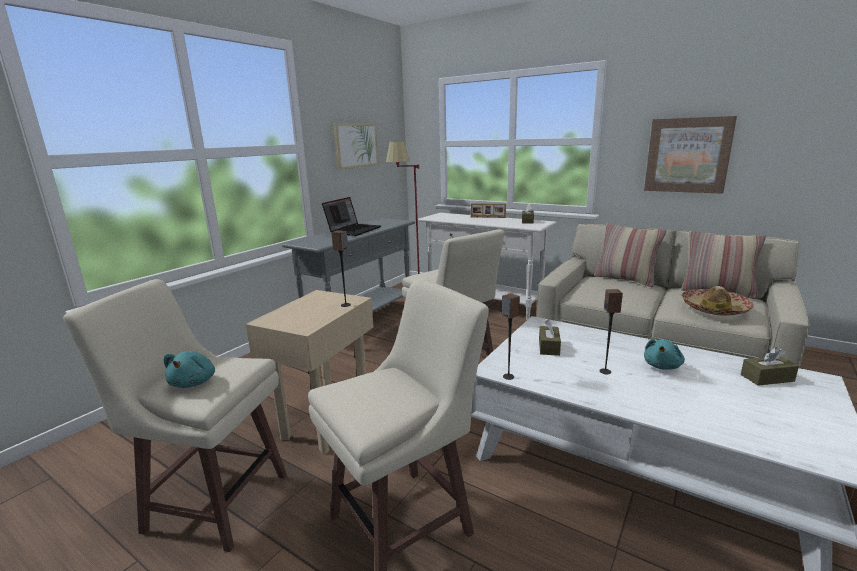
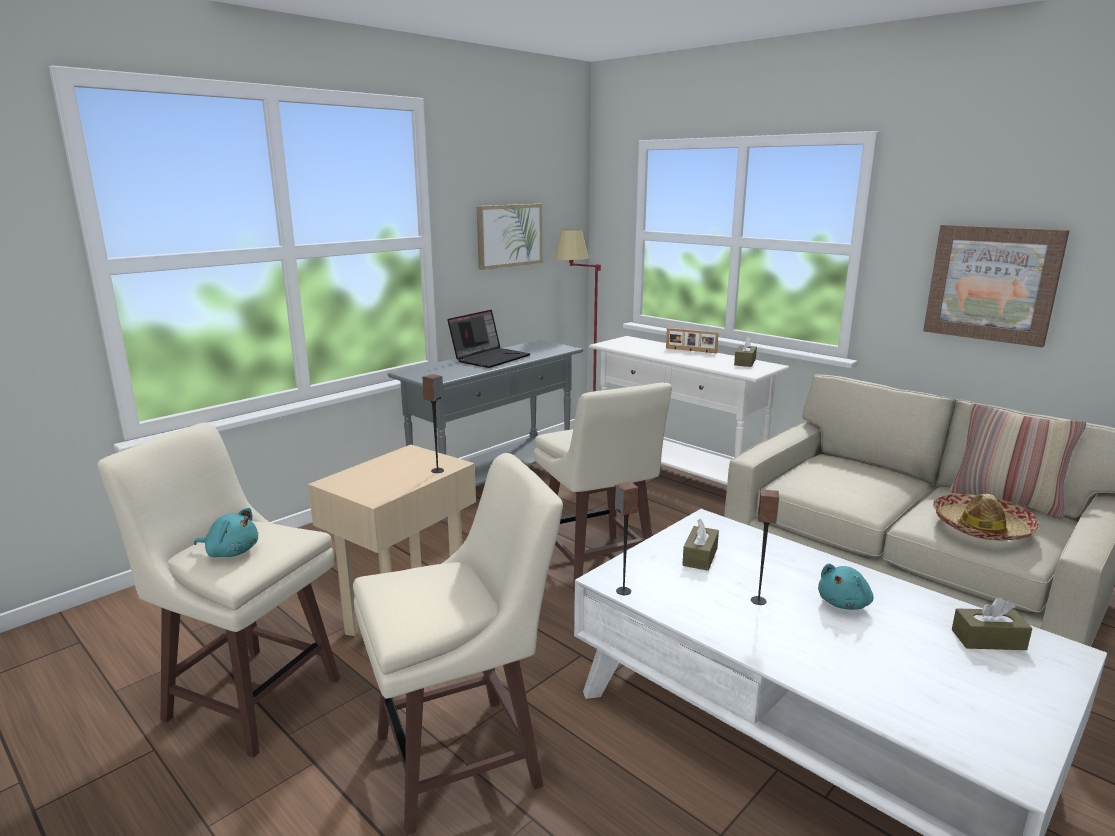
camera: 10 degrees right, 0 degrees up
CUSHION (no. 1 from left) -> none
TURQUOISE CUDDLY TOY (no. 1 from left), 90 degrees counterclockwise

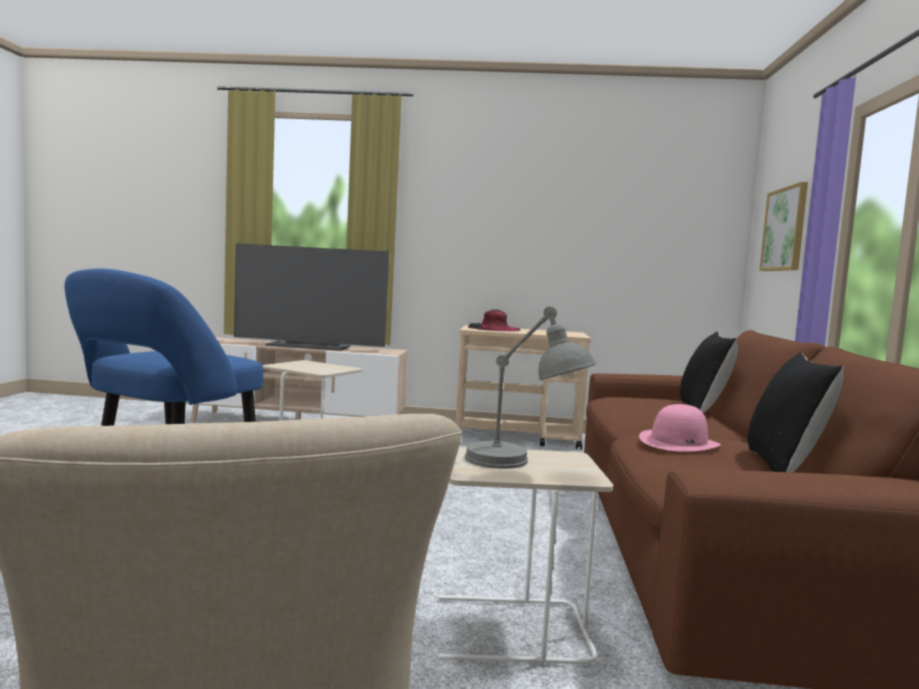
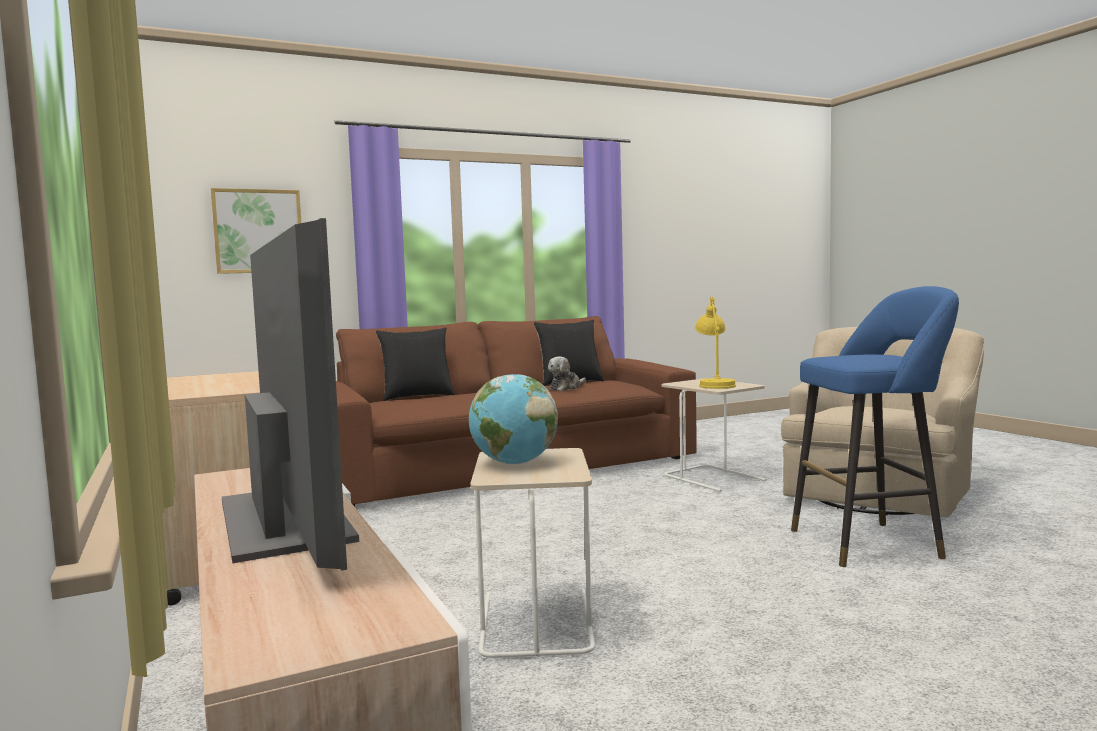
camera: 120 degrees left, 0 degrees up
BLACKISH WEARABLE HAT -> none
none -> GLOBE
PINK-COLOURED WEARABLE HAT -> CUDDLY TOY
GREY TABLE LAMP -> YELLOW-COLOURED TABLE LAMP

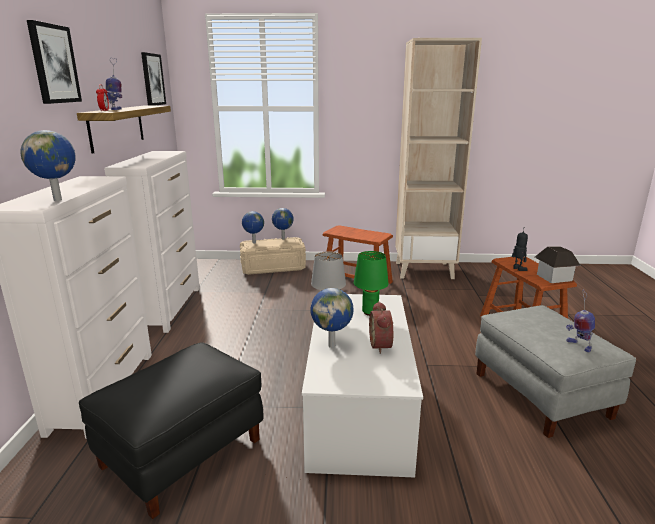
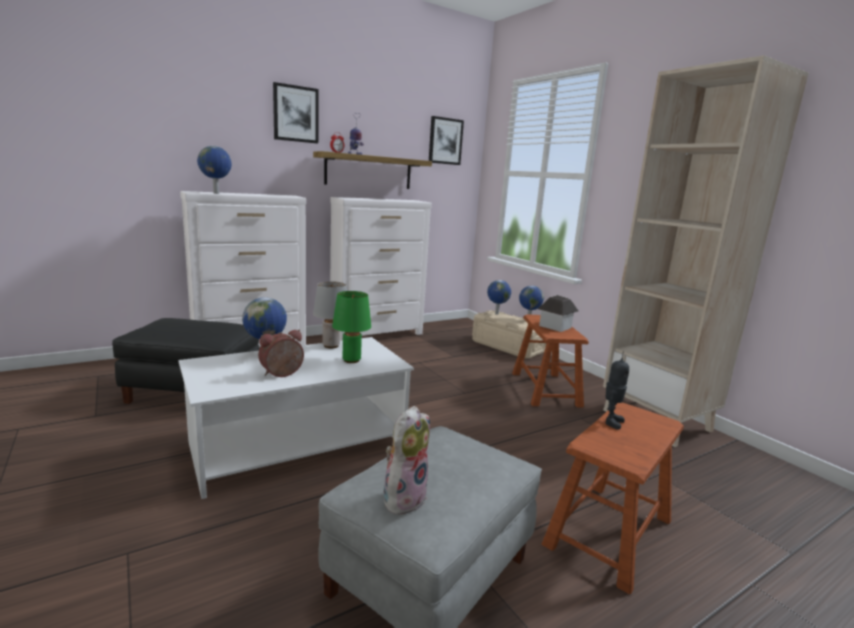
camera: 55 degrees right, 5 degrees down
MINIATURE HOUSE, relocated
MODEL ROBOT (no. 3 from left) -> CUDDLY TOY

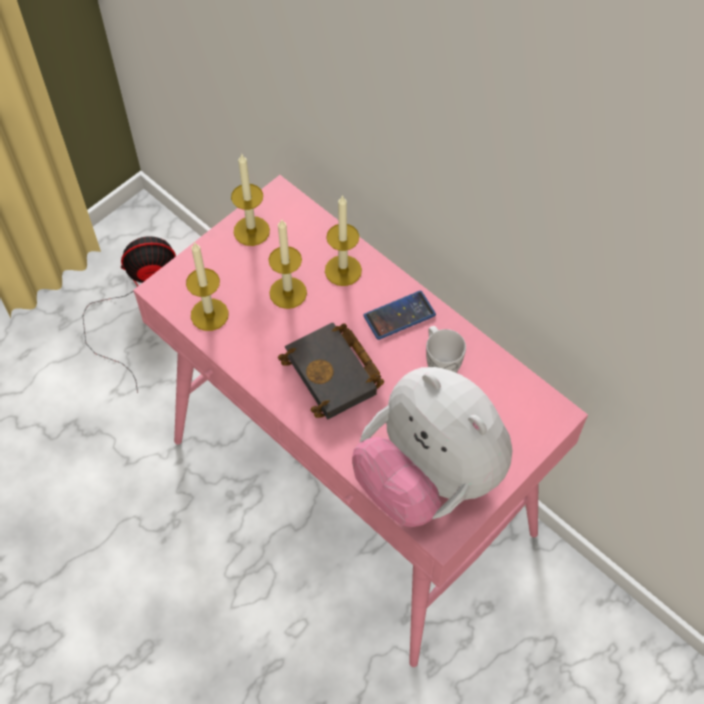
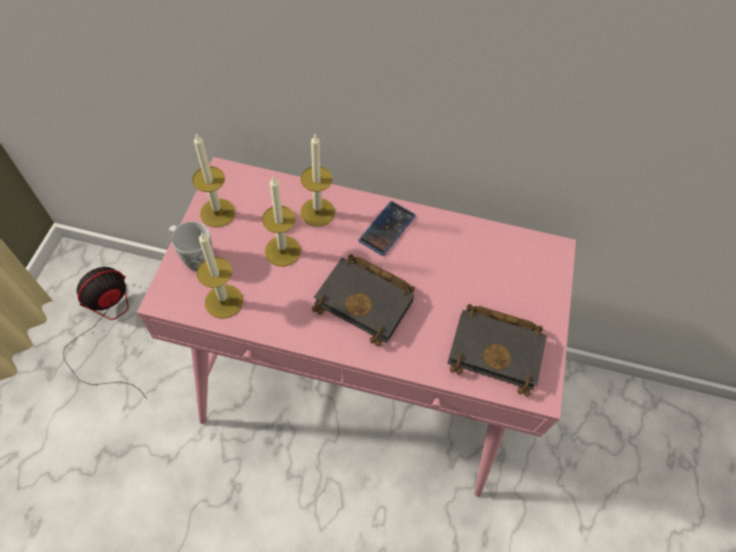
camera: 35 degrees left, 0 degrees up
WHITE-COLOURED MUG, relocated
CUDDLY TOY -> BLACKISH VOLUME (no. 2 from left)

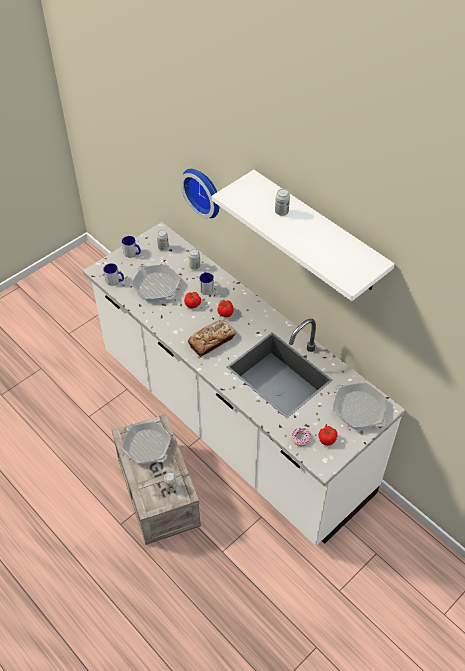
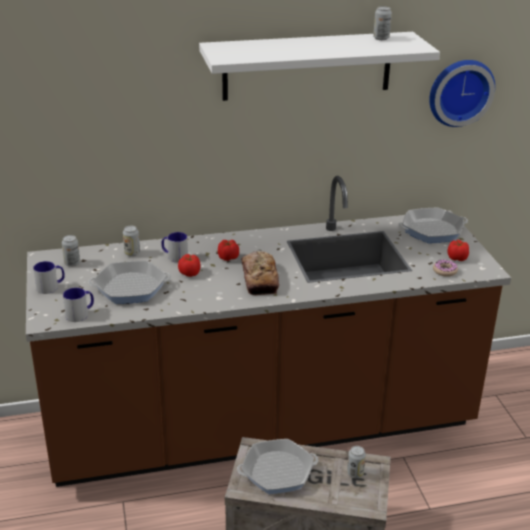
camera: 60 degrees left, 20 degrees down
WALL CLOCK, relocated
METAL CAN (no. 4 from left), relocated
WHITE-COLOURED COUNTER -> BROWN COUNTER

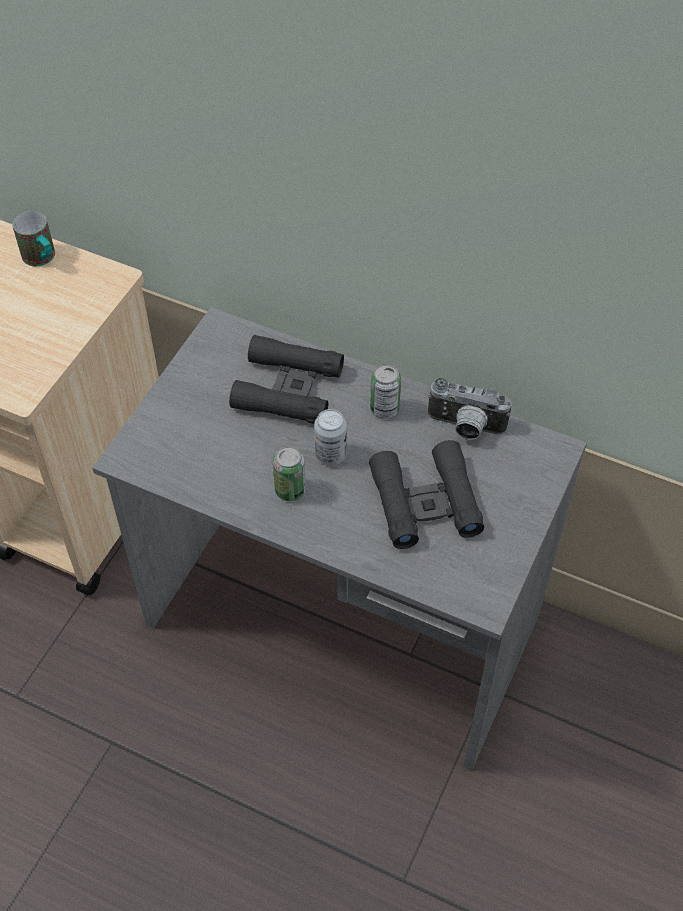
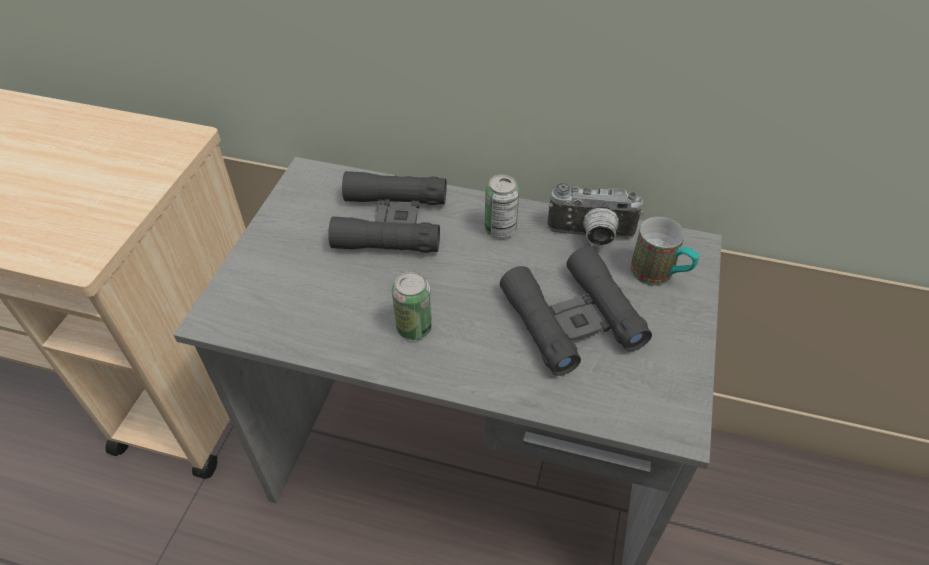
camera: 10 degrees left, 5 degrees down
METAL CAN (no. 2 from left) -> none
MUG, relocated

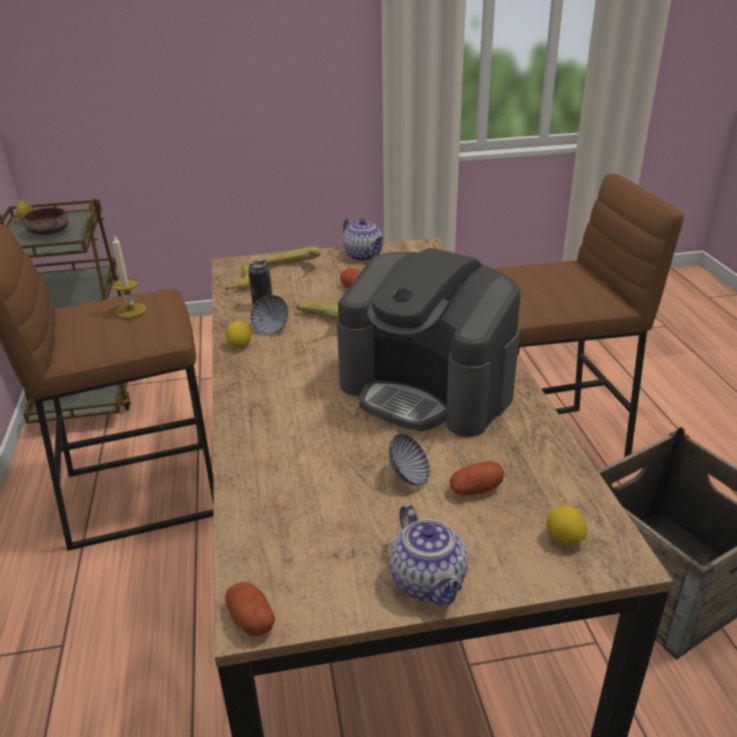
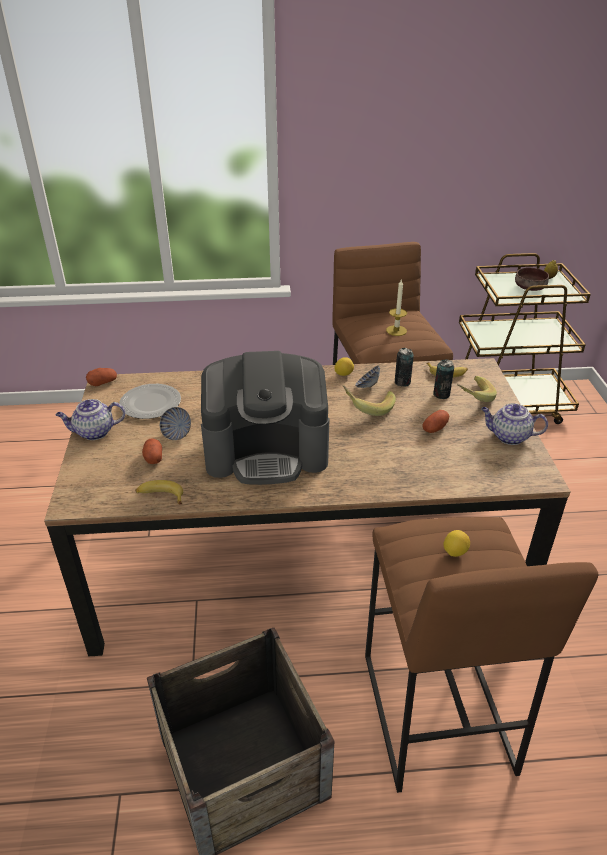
camera: 95 degrees right, 5 degrees up
none -> FLAT DISH
none -> BANANA FRUIT (no. 1 from left)
none -> METAL CAN (no. 2 from left)
WHOLE LEMON (no. 3 from left in the first image) -> WHOLE LEMON (no. 2 from left), relocated
COFFEE BREWER, 135 degrees counterclockwise
POT FOR TEA (no. 1 from left in the first image) -> POT FOR TEA (no. 2 from left), 45 degrees clockwise

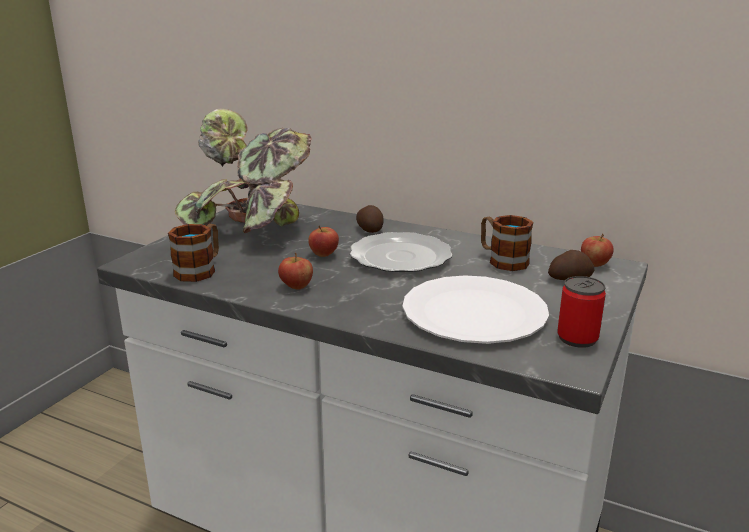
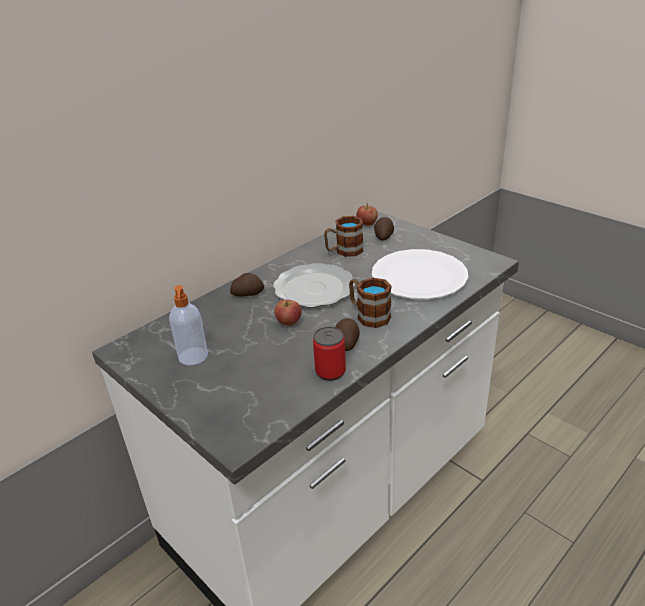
camera: 70 degrees left, 10 degrees up
MUG (no. 1 from left in the first image) -> MUG (no. 2 from left), relocated
METAL CAN, relocated
PLANT IN A POT -> LIQUID SOAP BOTTLE
WHOLE APPLE (no. 1 from left) -> WHOLE POTATO (no. 2 from left)

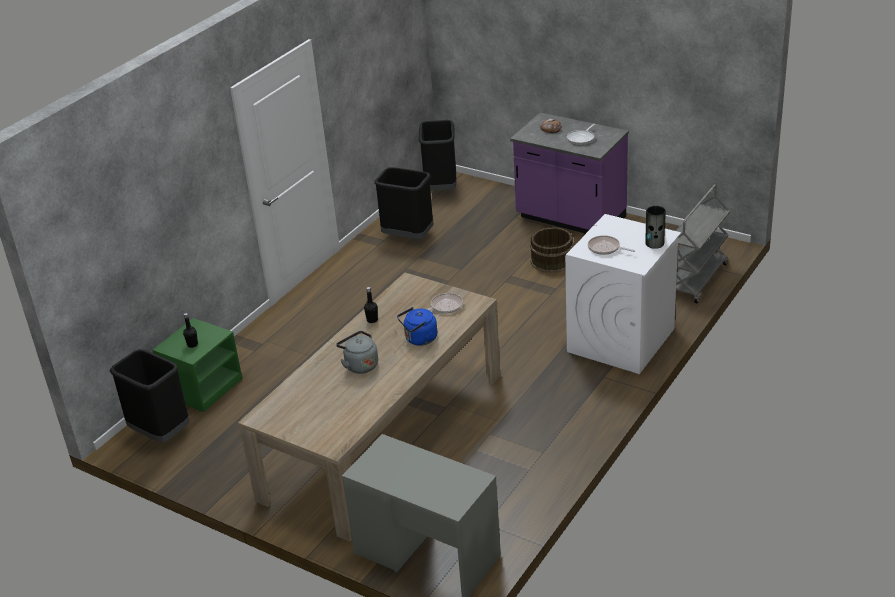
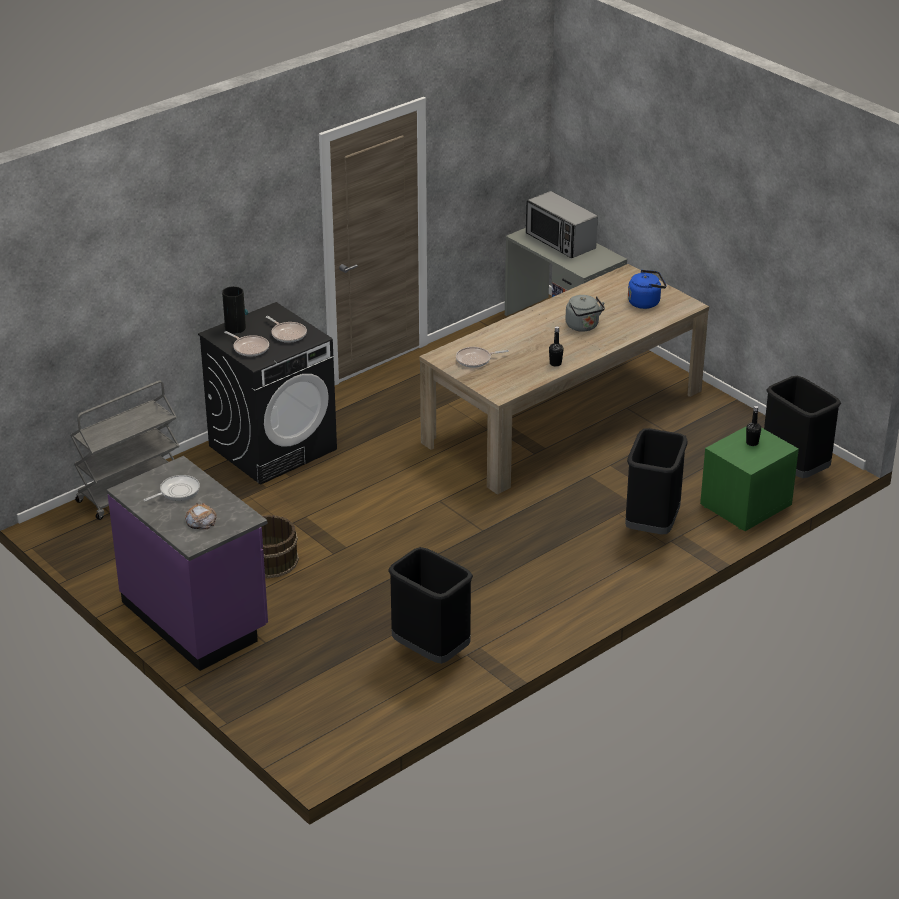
camera: 165 degrees left, 0 degrees up
none -> PAN (no. 2 from left)
none -> MICROWAVE OVEN
BLUE-COLOURED WATER KETTLE, relocated
BLACKISH TRASH CAN (no. 3 from left in the first image) -> BLACKISH TRASH CAN (no. 2 from left), relocated
WHITE-COLOURED LAUNDRY APPLIANCE -> BLACKISH LAUNDRY APPLIANCE

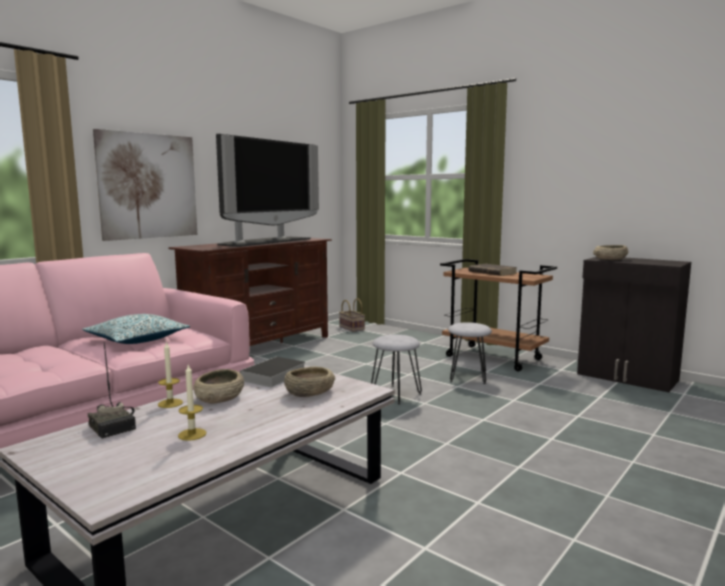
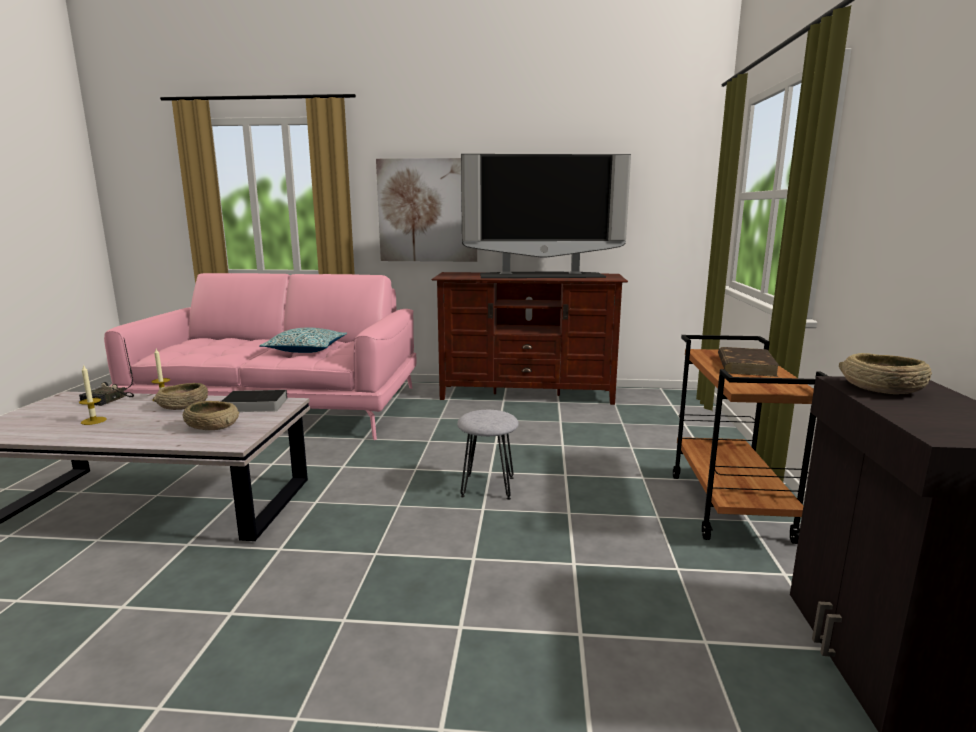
camera: 55 degrees right, 5 degrees up
HOUSEHOLD BASKET -> none
GREY SITTING STOOL (no. 2 from left) -> none

